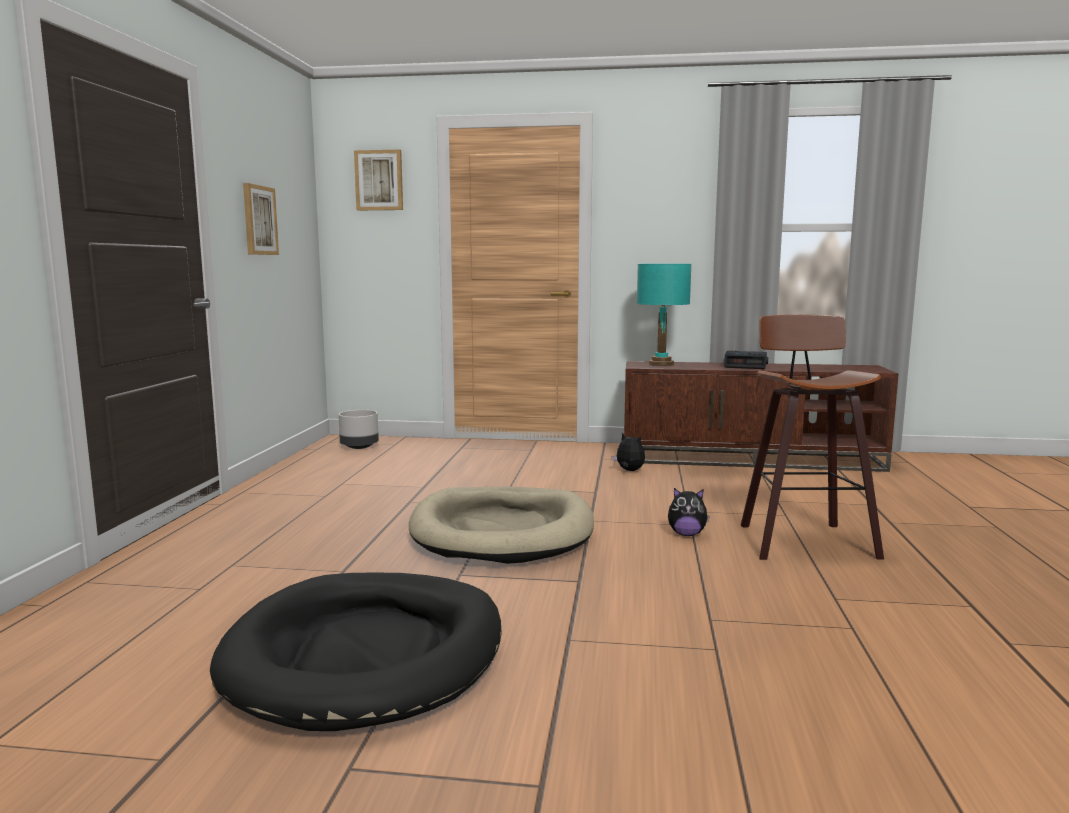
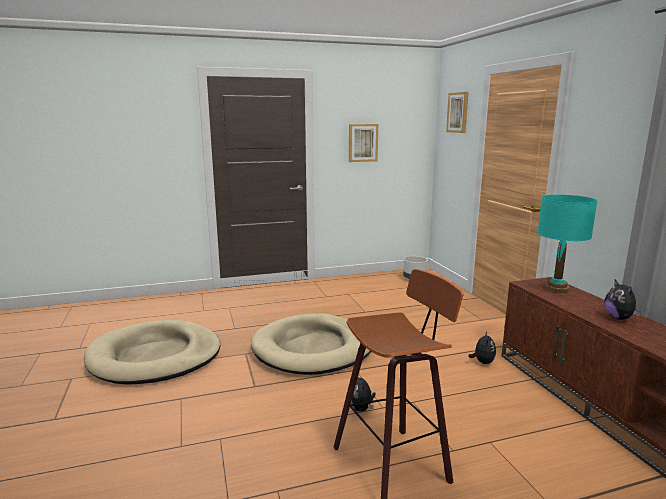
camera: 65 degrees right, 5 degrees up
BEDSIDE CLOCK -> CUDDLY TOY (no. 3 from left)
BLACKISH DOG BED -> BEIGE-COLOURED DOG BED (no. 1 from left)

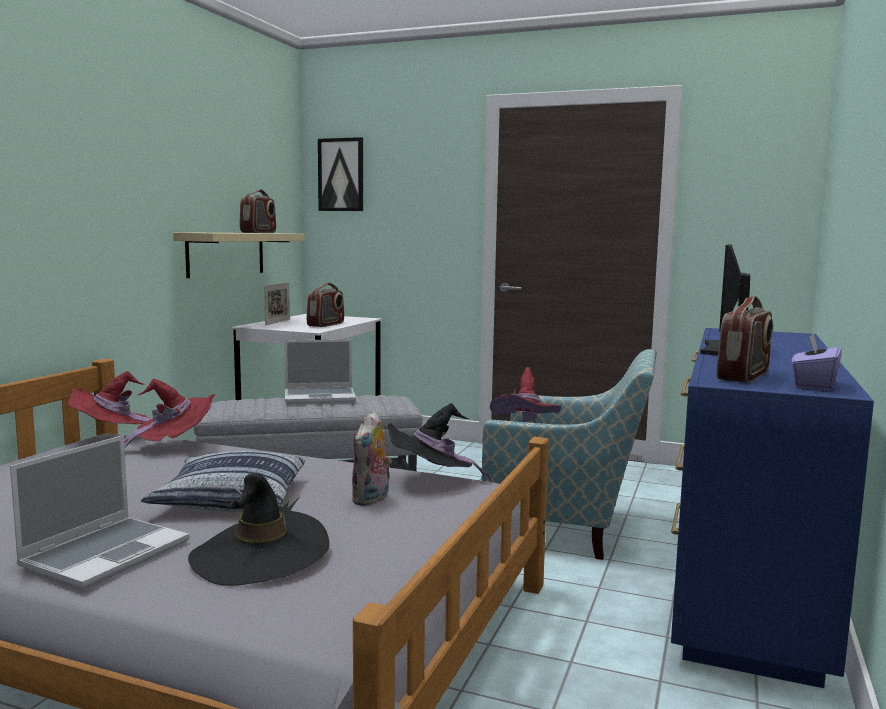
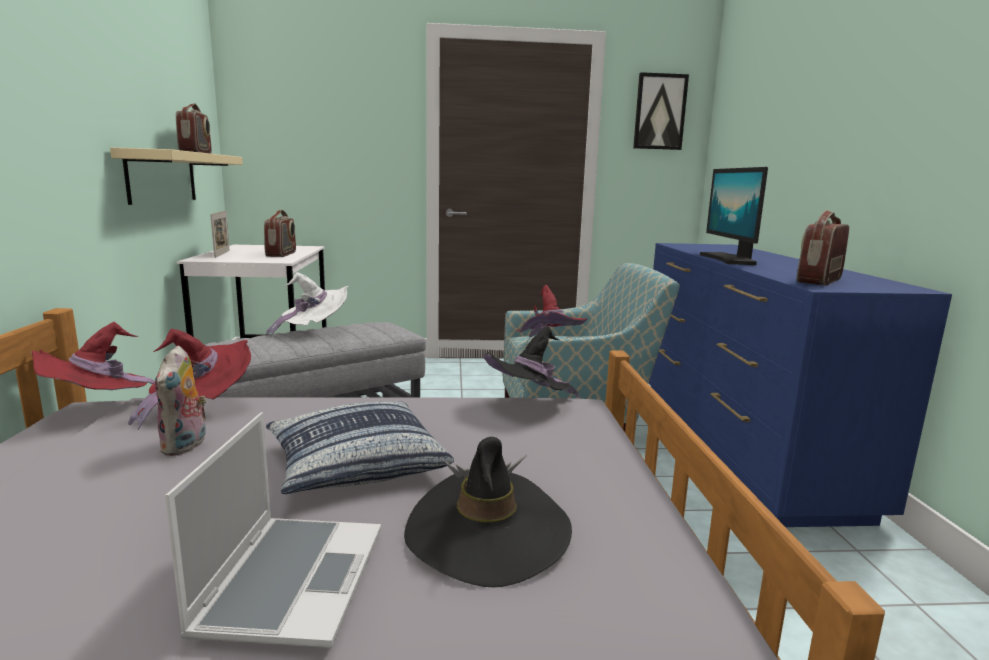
camera: 25 degrees left, 5 degrees up
PURPLE-COLOURED TISSUE HOLDER -> none
WALL PICTURE, relocated
CUDDLY TOY, relocated
LAPTOP (no. 2 from left) -> WHITE-COLOURED WEARABLE HAT
RADIO SET (no. 3 from left), 150 degrees counterclockwise

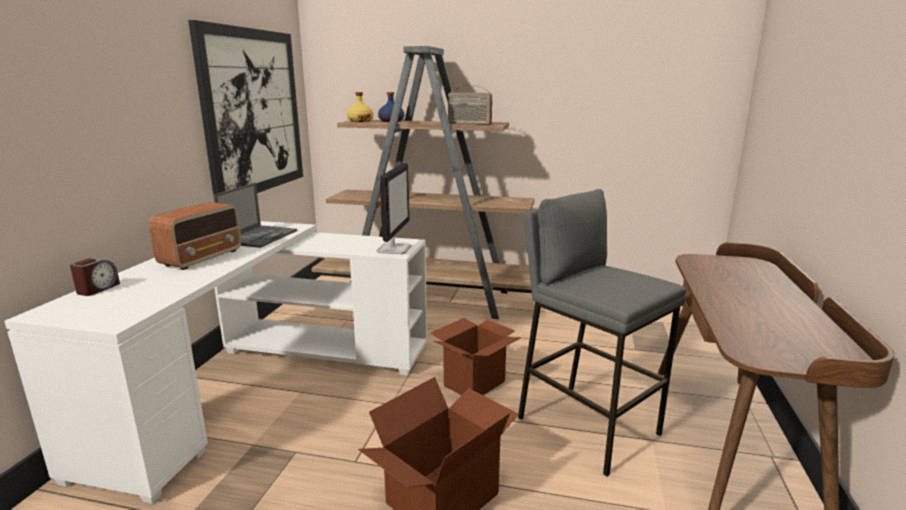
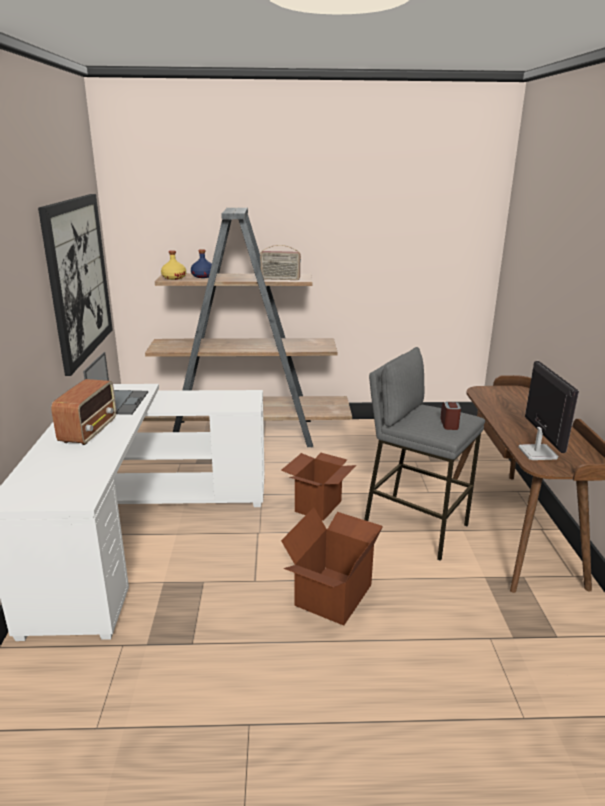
camera: 15 degrees left, 5 degrees up
BEDSIDE CLOCK, relocated
COMPUTER DISPLAY, relocated

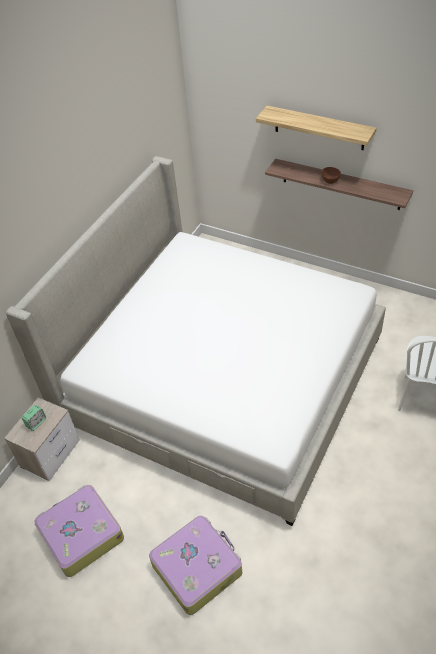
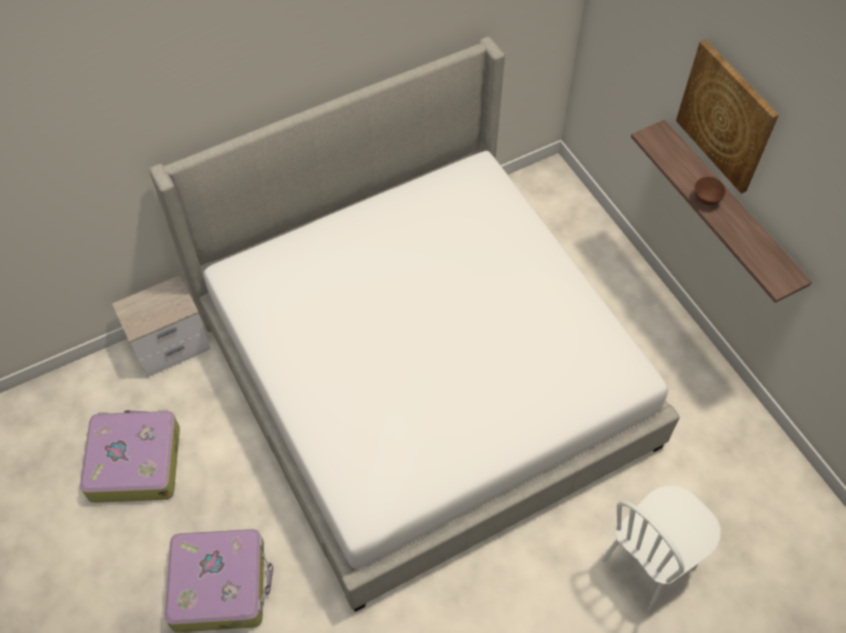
camera: 30 degrees right, 10 degrees up
BEDSIDE CLOCK -> none
BRACKET SHELF (no. 1 from left) -> WALL PICTURE

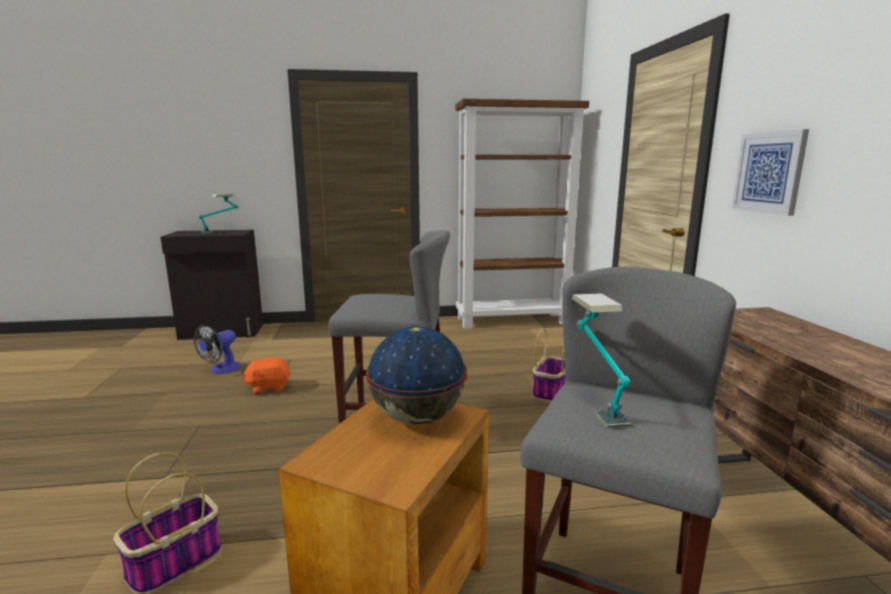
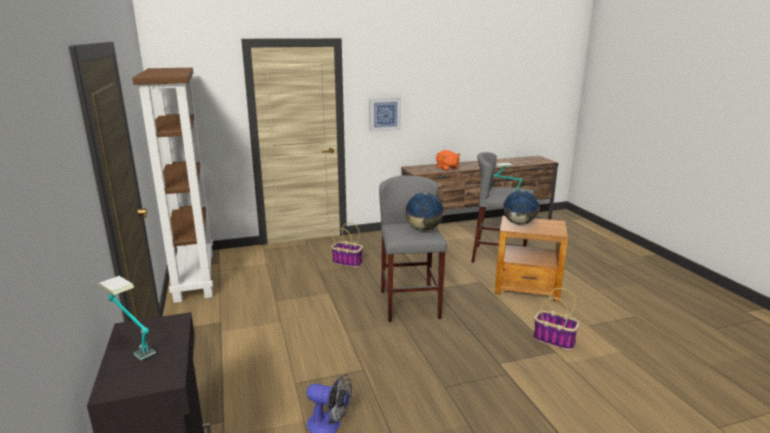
camera: 100 degrees left, 5 degrees up
none -> GLOBE (no. 1 from left)
ORANGE-COLOURED CUDDLY TOY, relocated

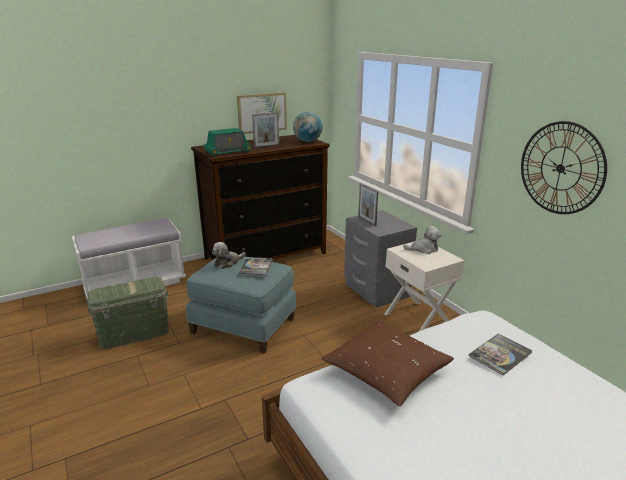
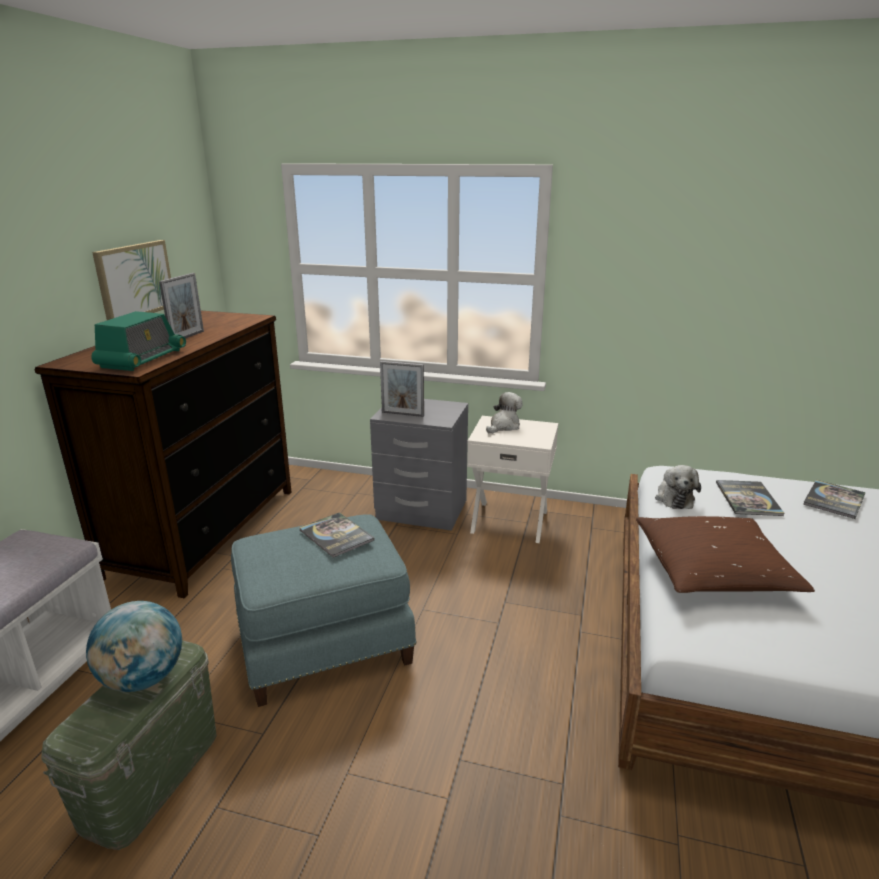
camera: 45 degrees left, 0 degrees up
WALL CLOCK -> none
none -> VOLUME (no. 3 from left)
CUDDLY TOY (no. 1 from left in the first image) -> CUDDLY TOY (no. 2 from left), relocated
GLOBE, relocated

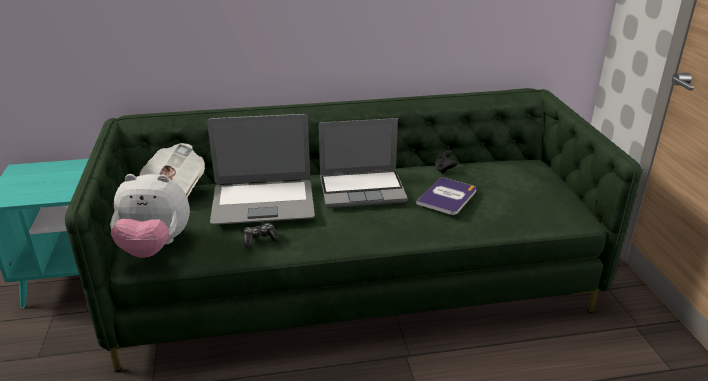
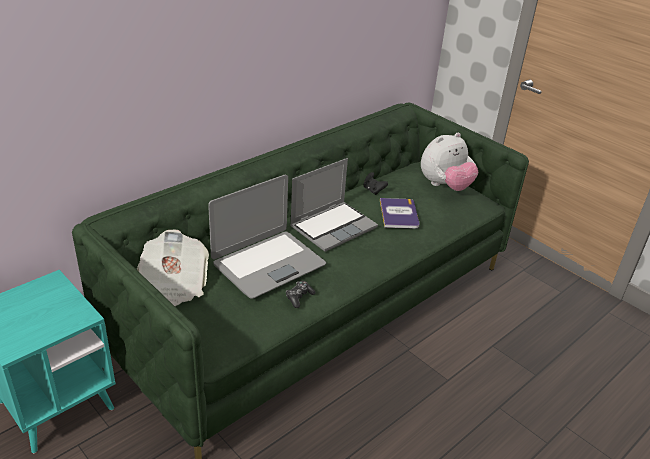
camera: 35 degrees left, 5 degrees up
CUDDLY TOY, relocated

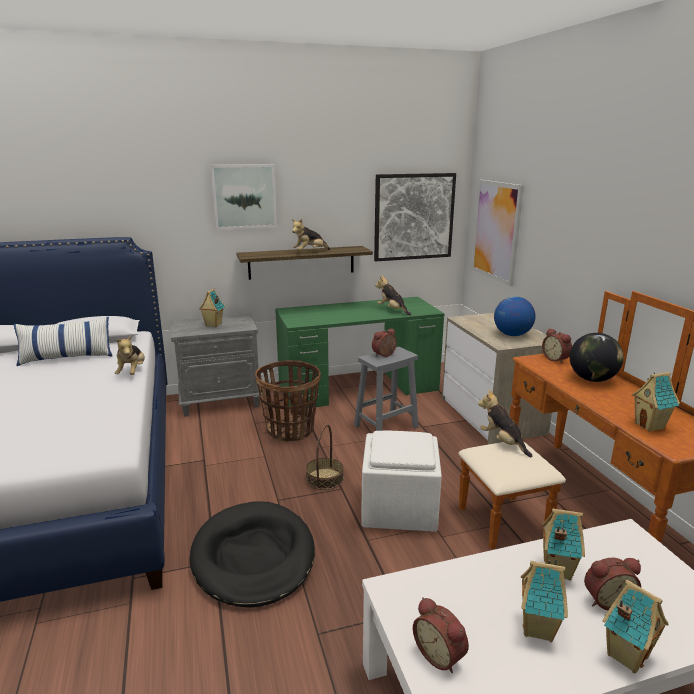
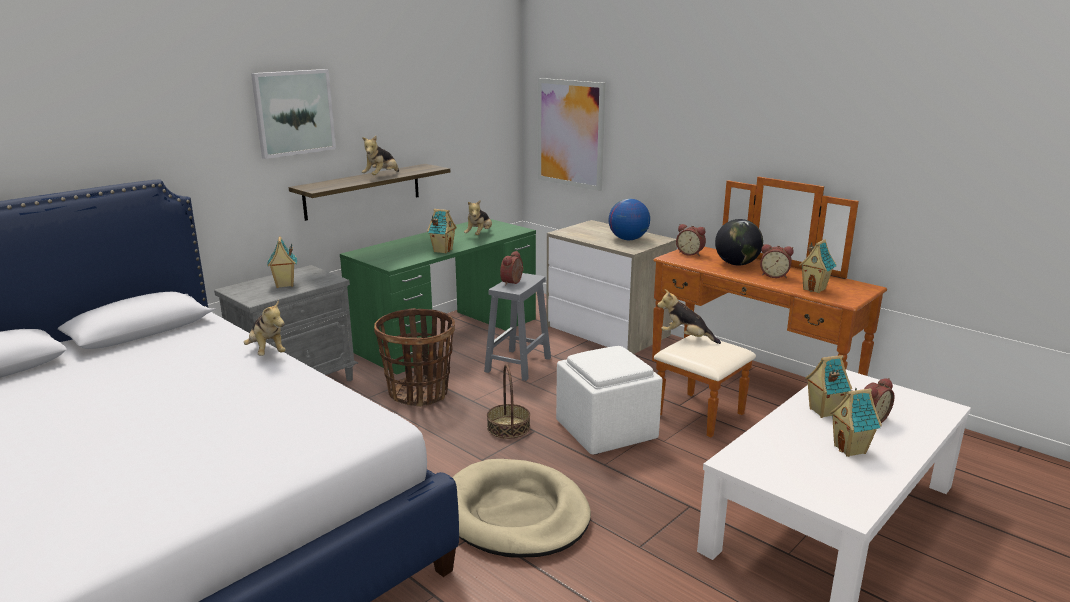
camera: 30 degrees left, 0 degrees up
CUSHION -> none
WALL PICTURE (no. 2 from left) -> none
BEDSIDE CLOCK (no. 2 from left in the first image) -> BEDSIDE CLOCK (no. 3 from left), relocated
MINIATURE HOUSE (no. 4 from left in the first image) -> MINIATURE HOUSE (no. 2 from left), relocated
BLACKISH DOG BED -> BEIGE-COLOURED DOG BED
CUDDLY TOY (no. 3 from left), 90 degrees counterclockwise

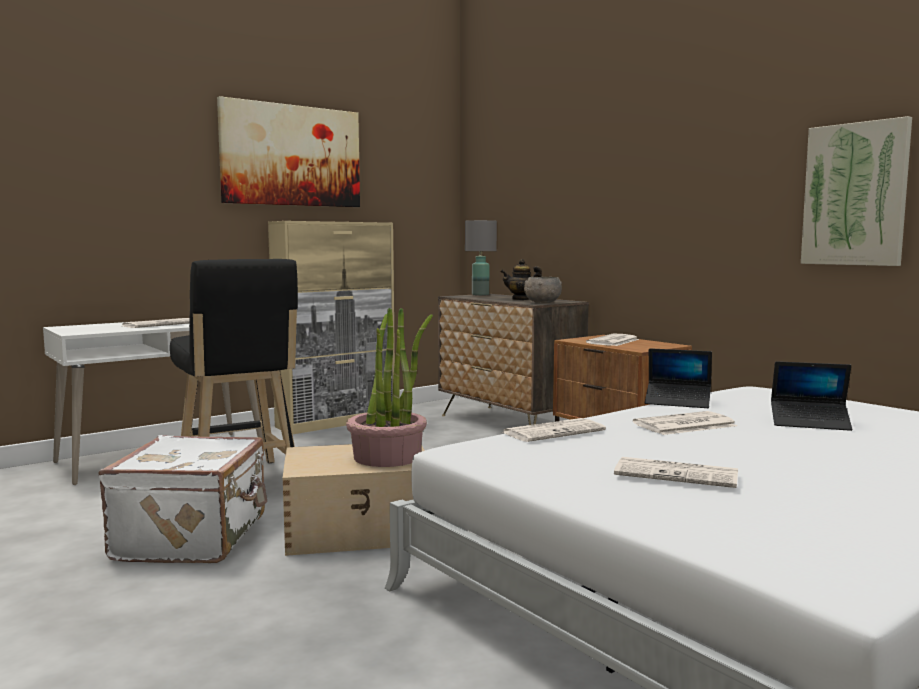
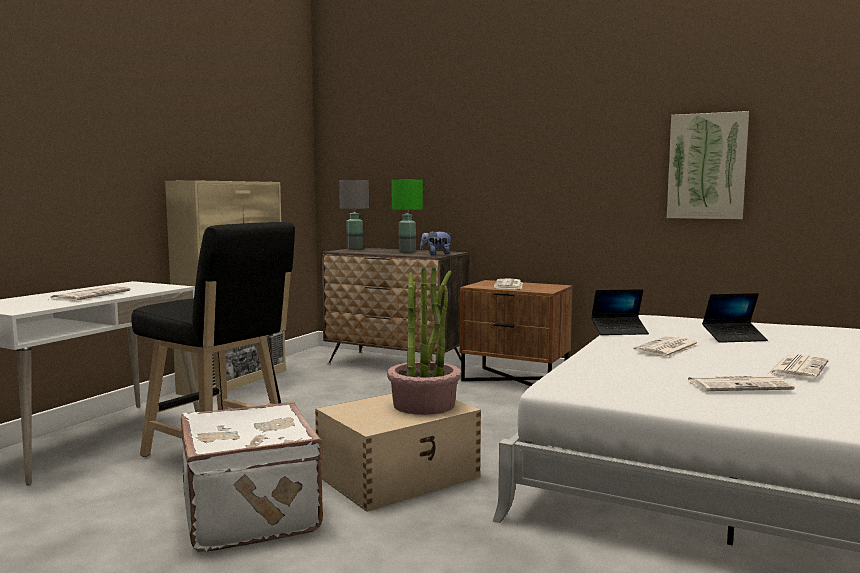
camera: 25 degrees left, 0 degrees up
WALL PICTURE (no. 1 from left) -> none
PRINTED PAPER (no. 2 from left in the first image) -> PRINTED PAPER (no. 5 from left), relocated
POT FOR TEA -> GREEN TABLE LAMP
GREY BOWL -> CUDDLY TOY

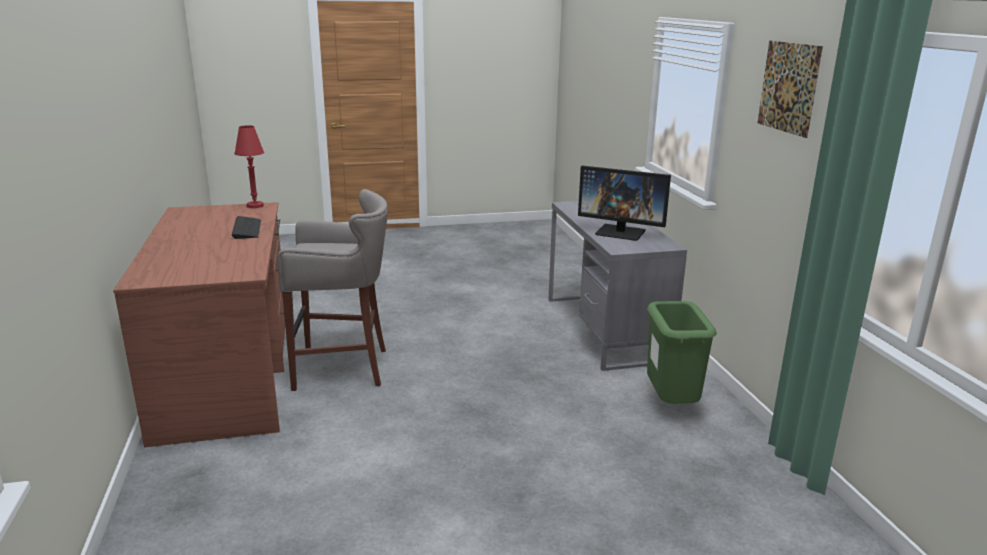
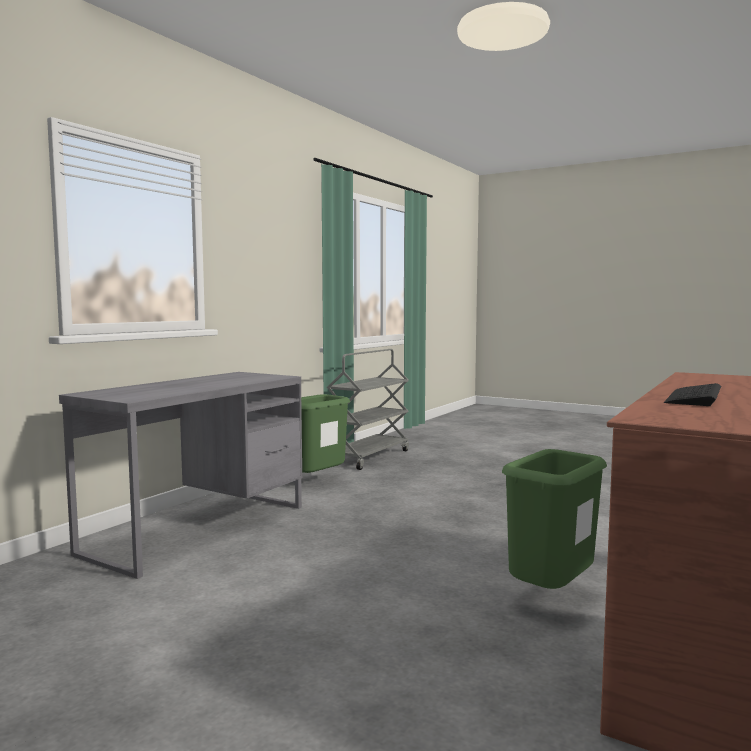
camera: 135 degrees left, 15 degrees down
RED-COLOURED TABLE LAMP -> none
COMPUTER DISPLAY -> none
WALL PICTURE -> none
none -> GREY WHEELED CART
GREY SITTING STOOL -> GREEN TRASH CAN (no. 2 from left)

